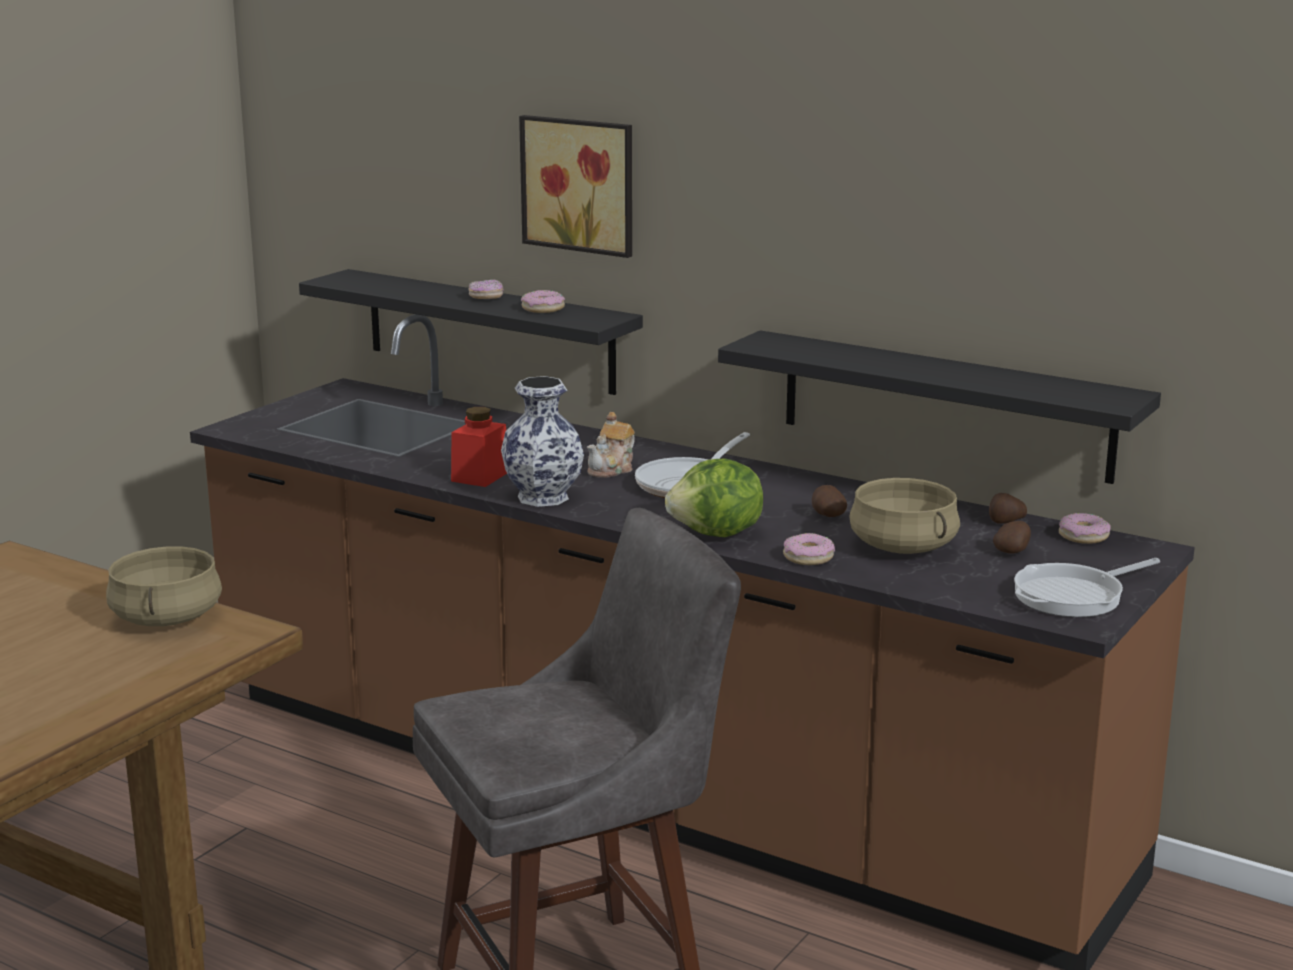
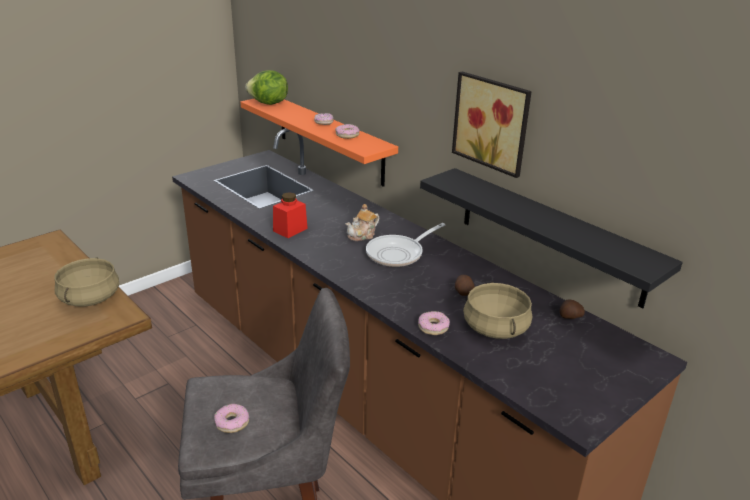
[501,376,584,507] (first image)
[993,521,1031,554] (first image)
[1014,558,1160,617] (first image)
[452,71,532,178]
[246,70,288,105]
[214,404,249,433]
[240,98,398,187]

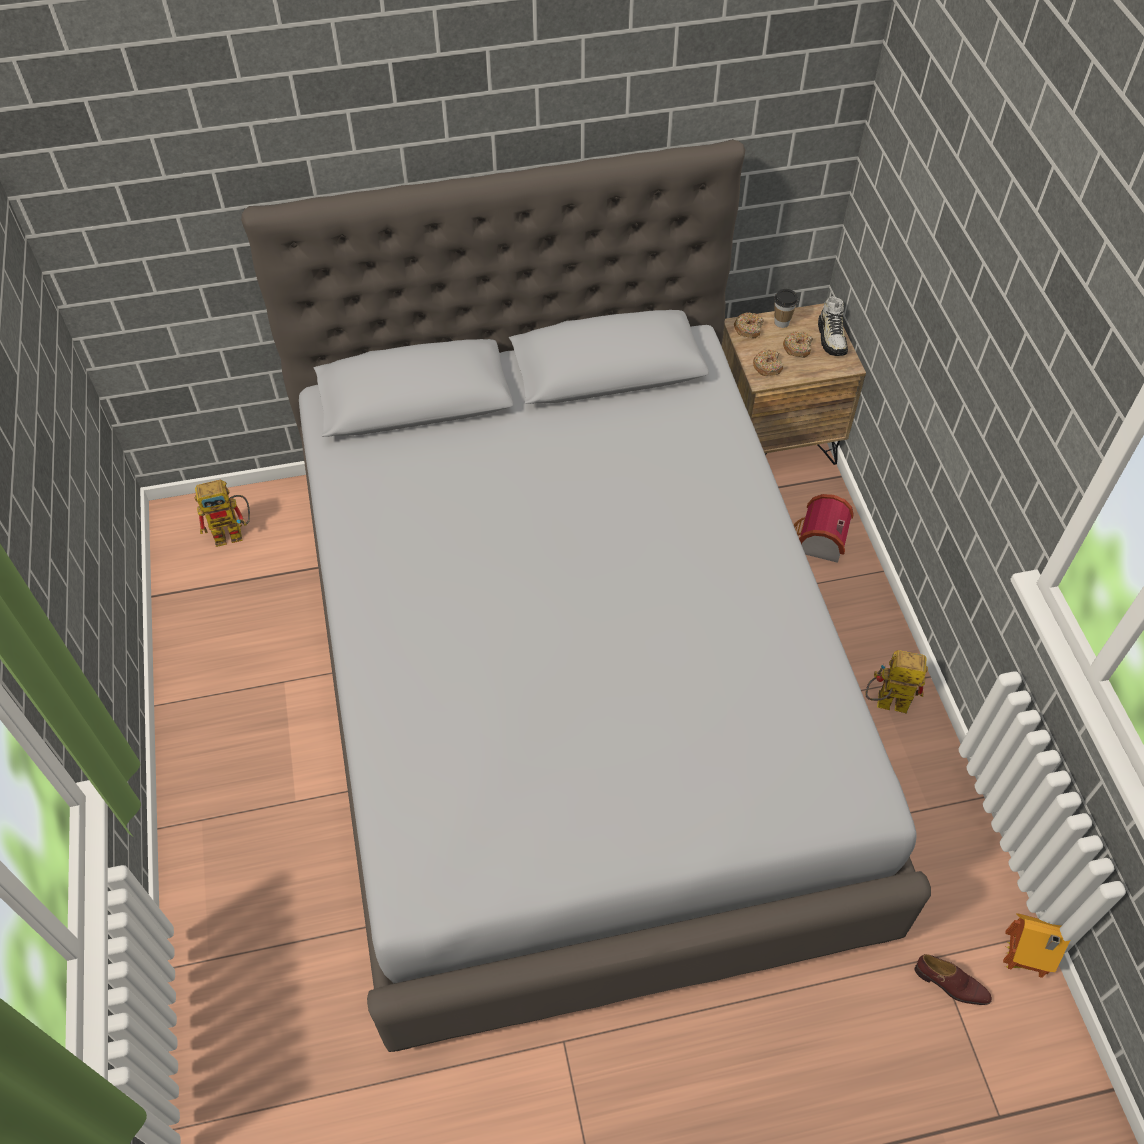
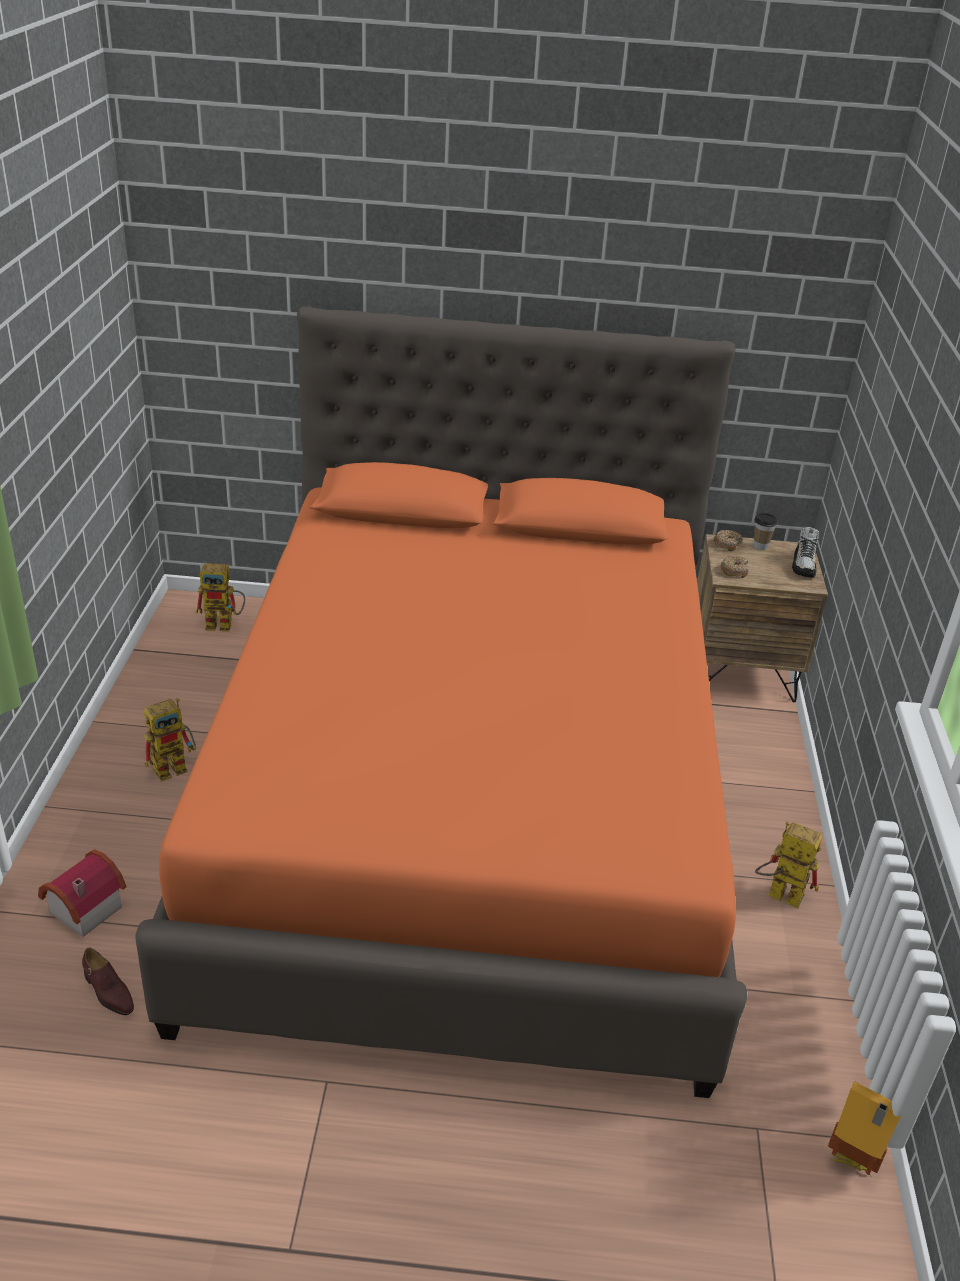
[783,332,813,358] (first image)
[144,698,196,781]
[38,849,126,937]
[82,947,134,1015]
[136,306,747,1098]

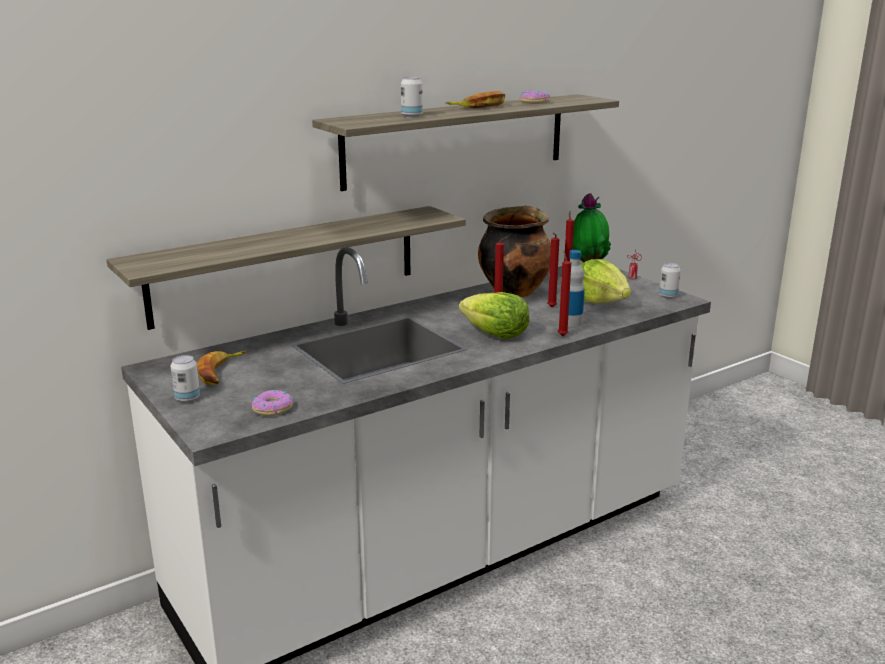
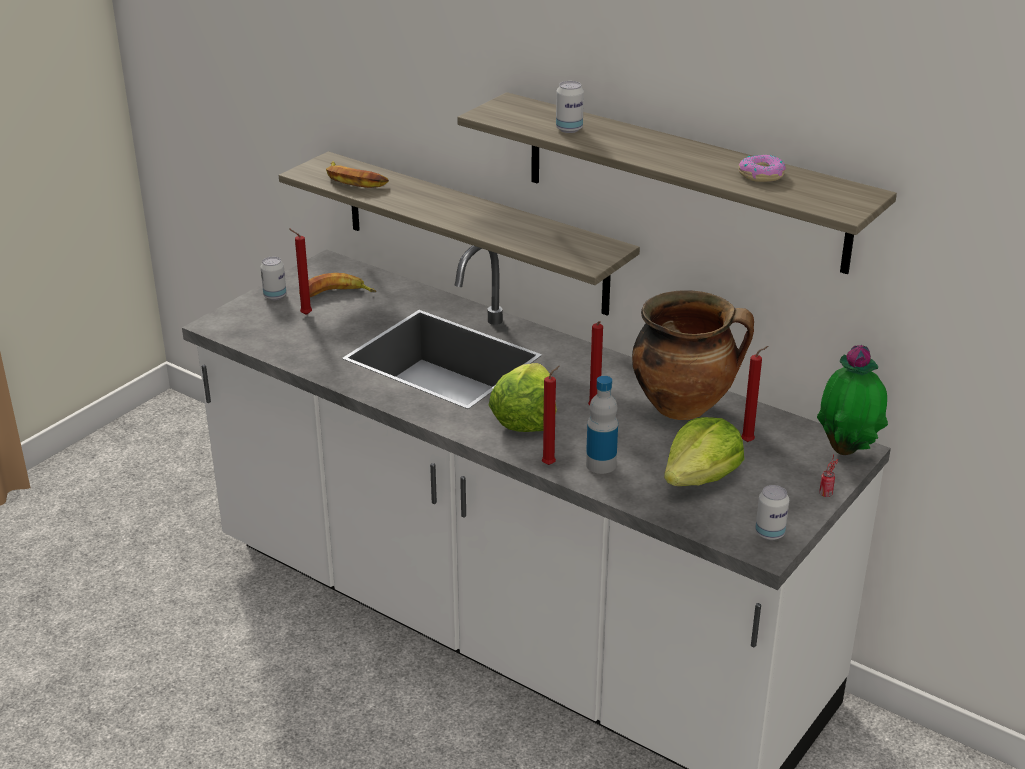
[252,390,294,416] (first image)
[326,161,389,188]
[289,228,312,315]

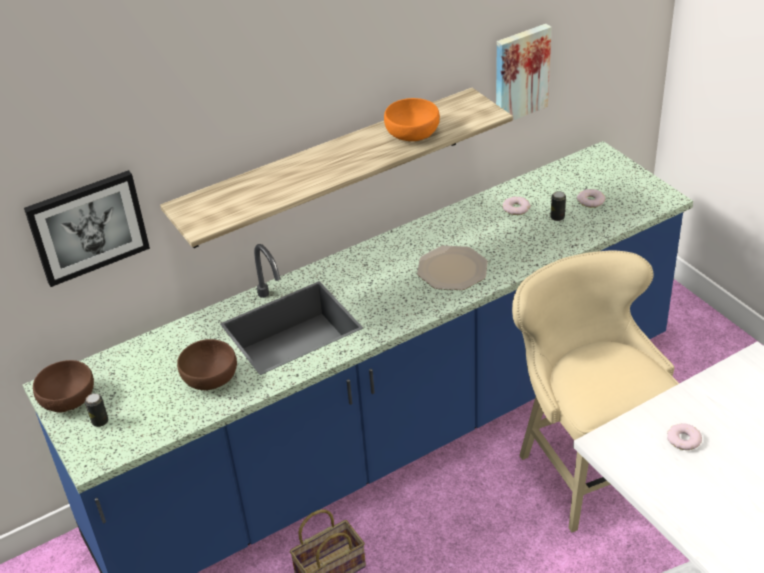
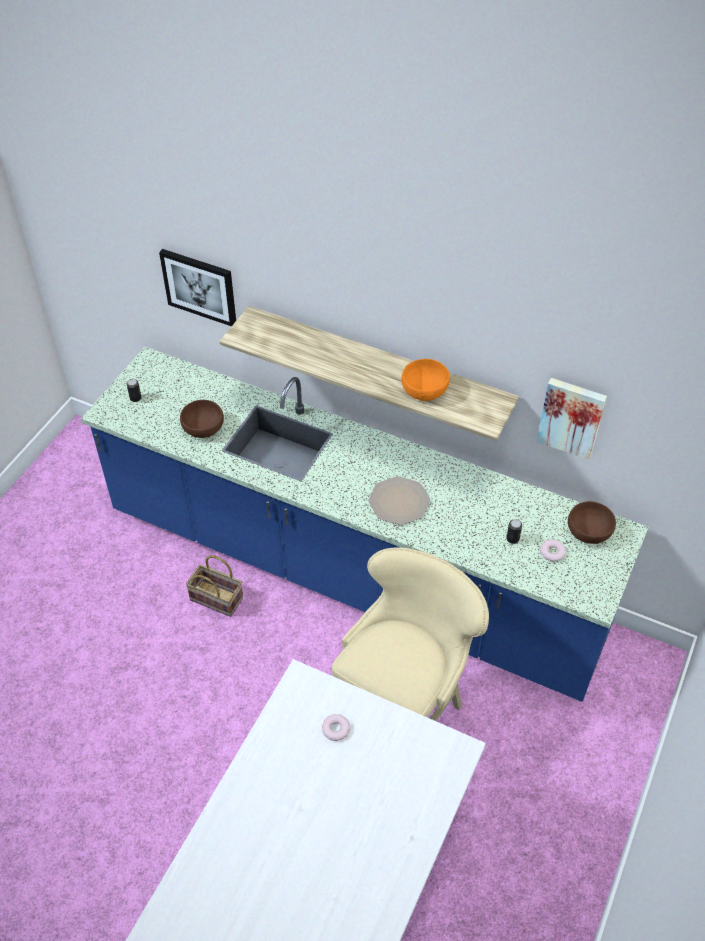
[503,197,531,215] (first image)
[568,501,616,544]

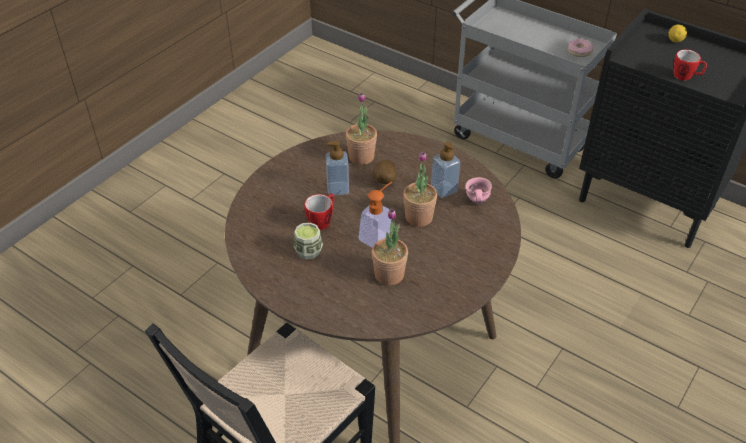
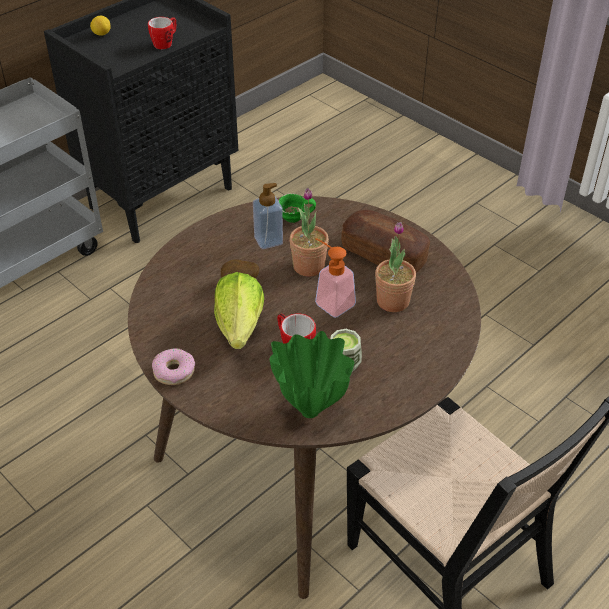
[346,92,377,165] (first image)
[269,331,355,418]
[341,210,430,273]
[152,348,195,385]
[214,272,264,349]
[279,193,316,223]

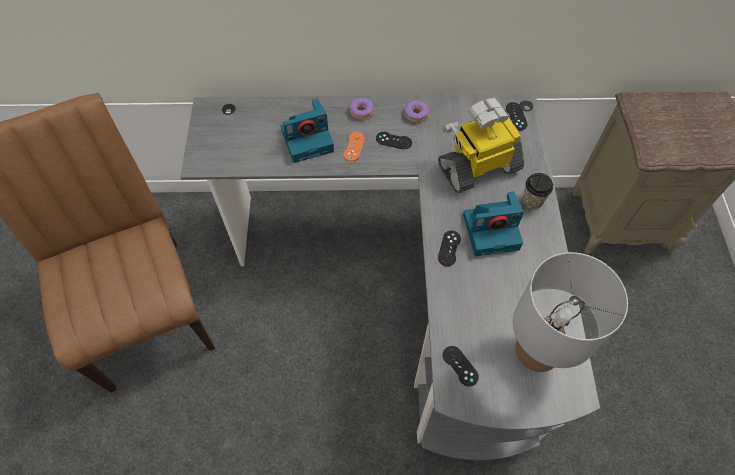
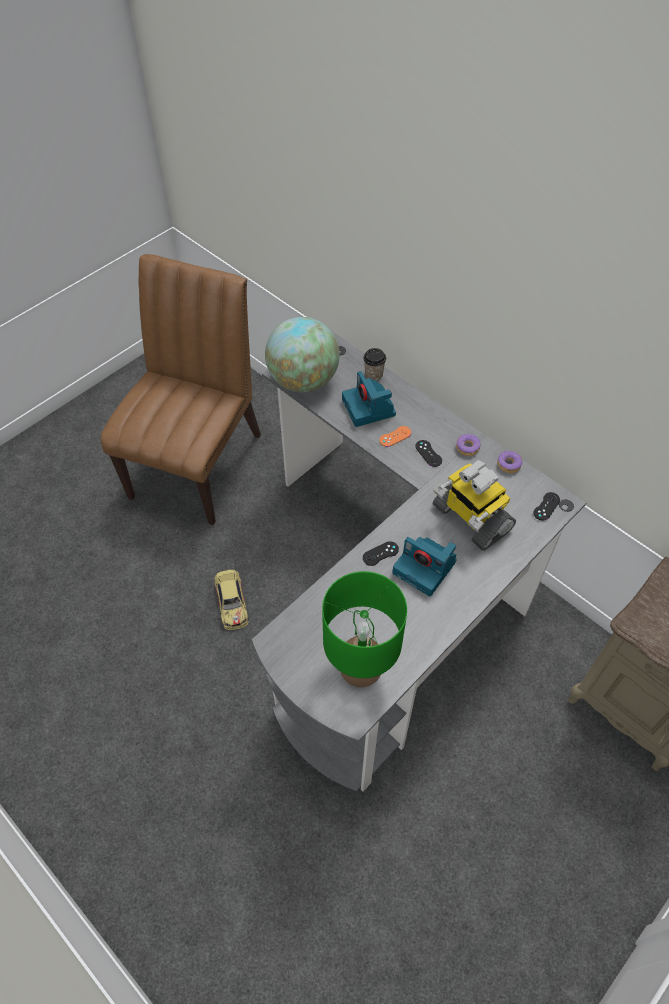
[443,346,479,386] (first image)
[215,570,249,630]
[265,317,340,393]
[497,451,522,473]
[363,348,386,381]
[322,571,407,687]
[342,371,396,427]
[433,460,516,551]

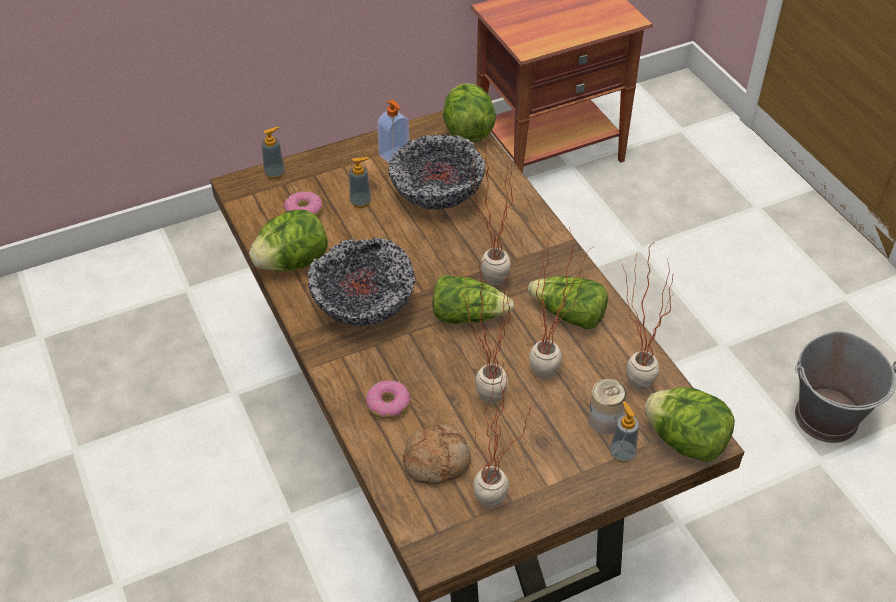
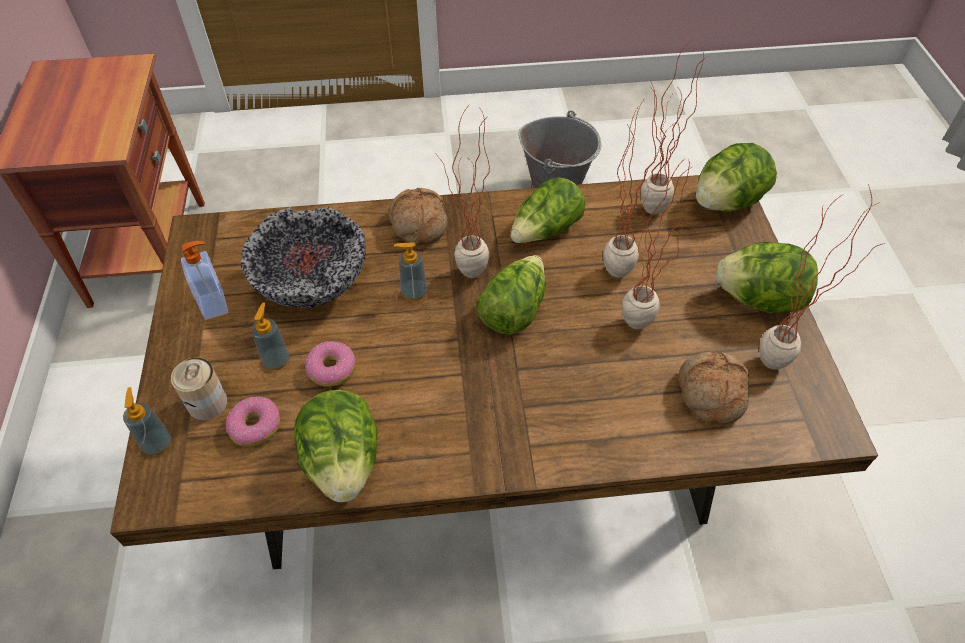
[308,237,415,326] (first image)
[388,188,447,245]
[305,341,356,387]
[716,242,818,313]
[171,357,227,420]
[394,242,428,301]

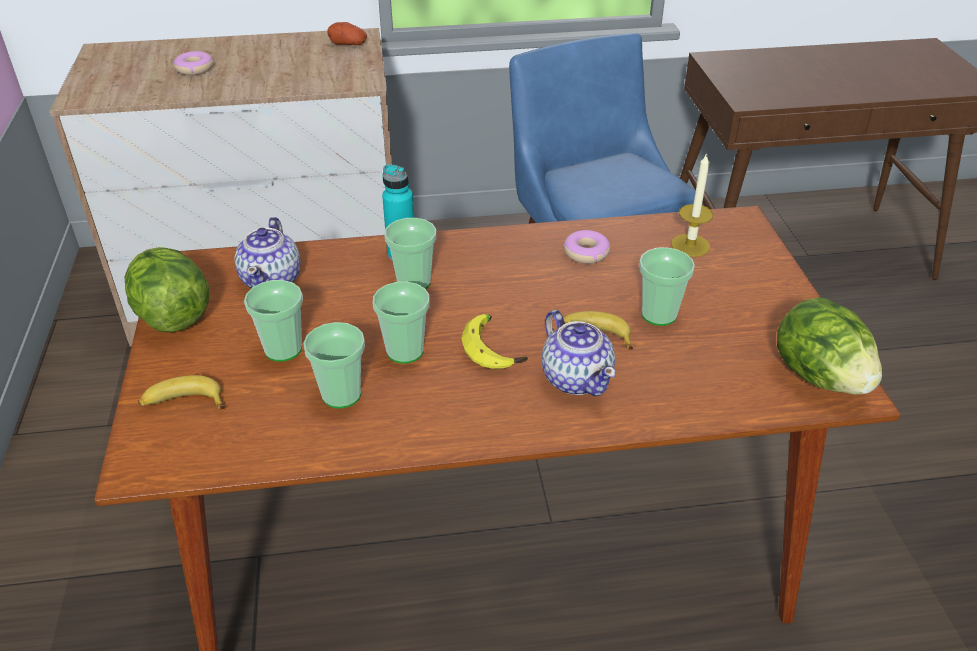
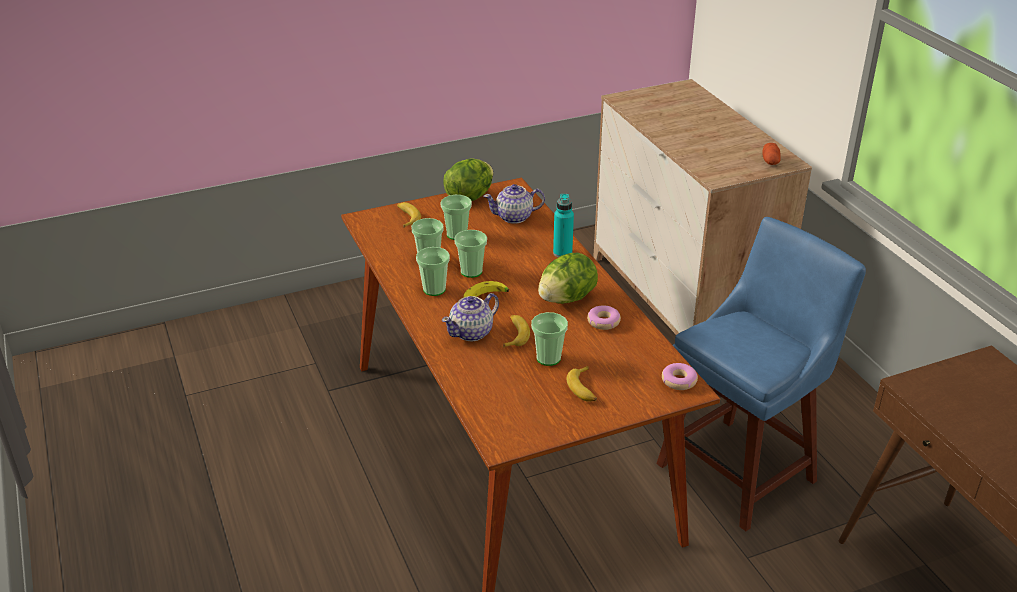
[671,152,713,257] (first image)
[567,366,597,402]
[662,363,698,390]
[416,247,450,296]
[538,253,598,304]

